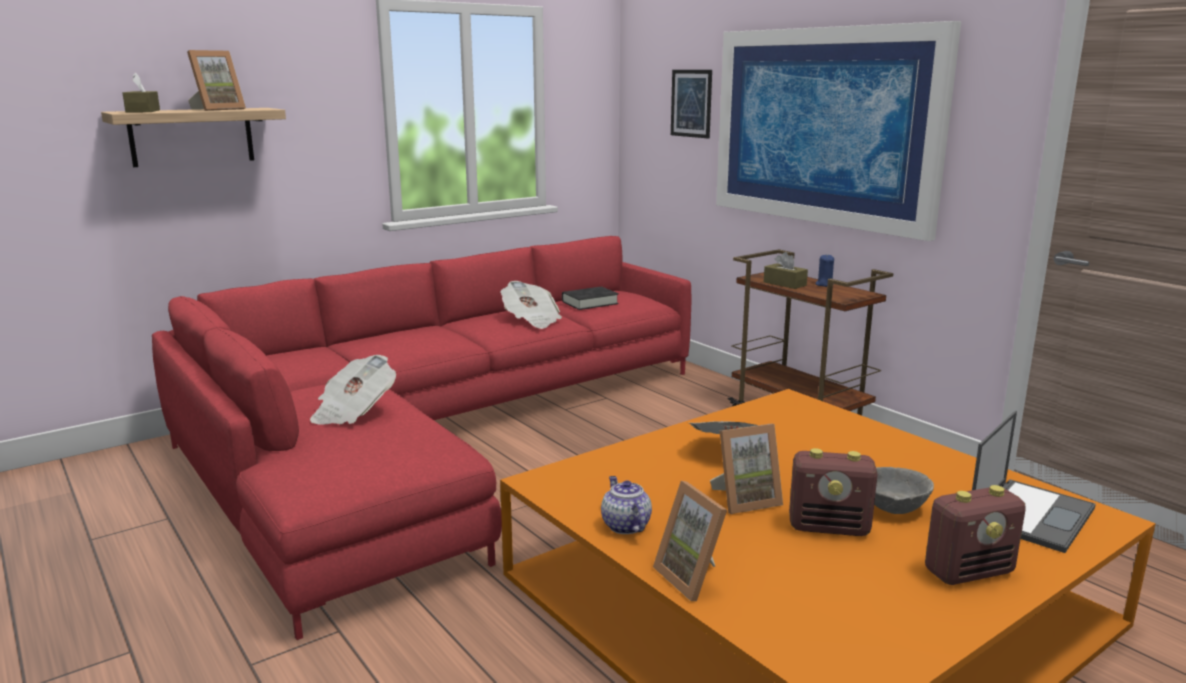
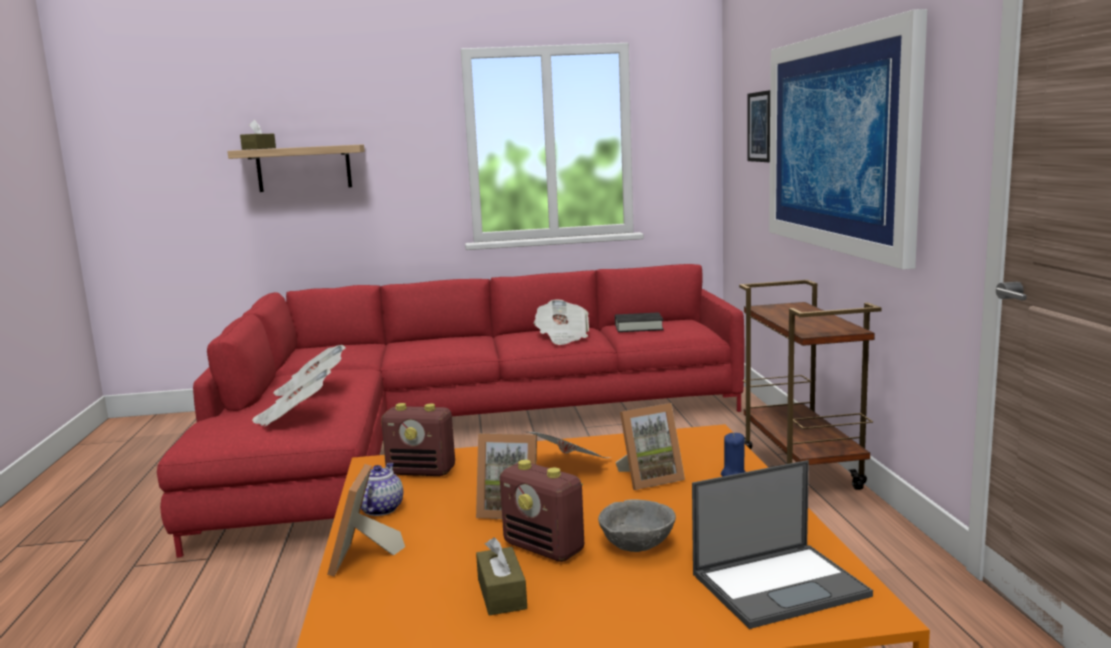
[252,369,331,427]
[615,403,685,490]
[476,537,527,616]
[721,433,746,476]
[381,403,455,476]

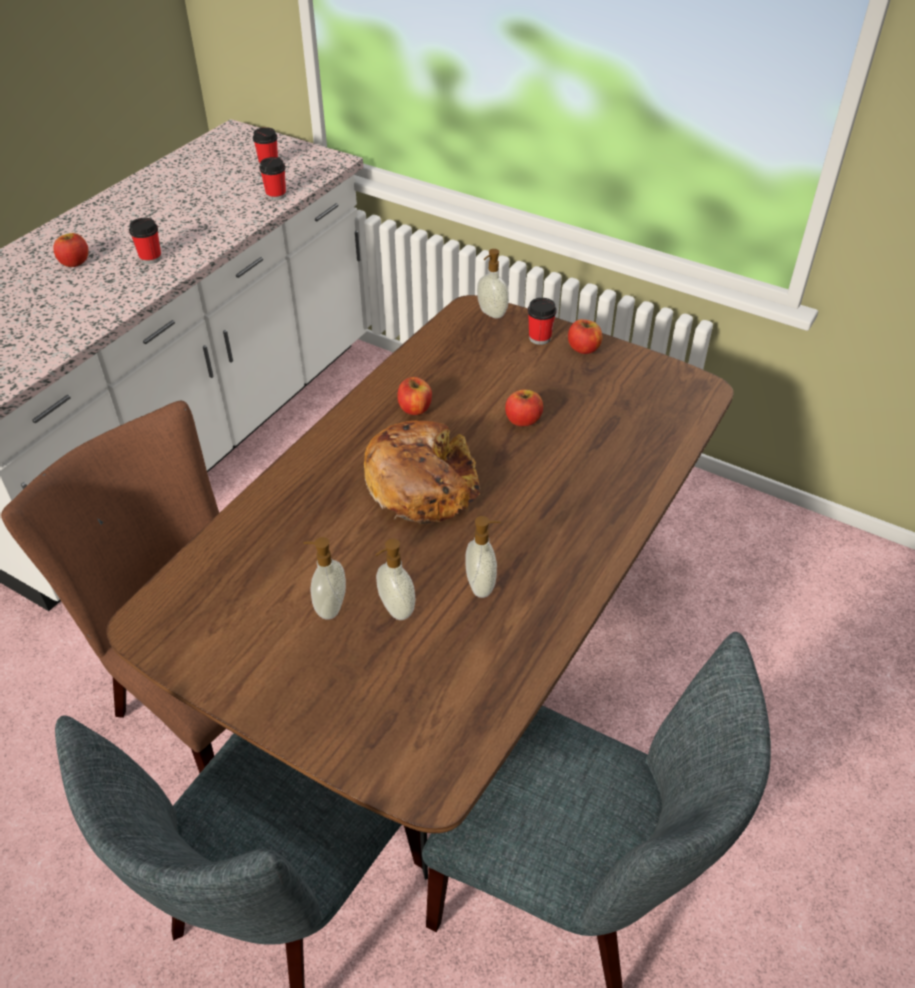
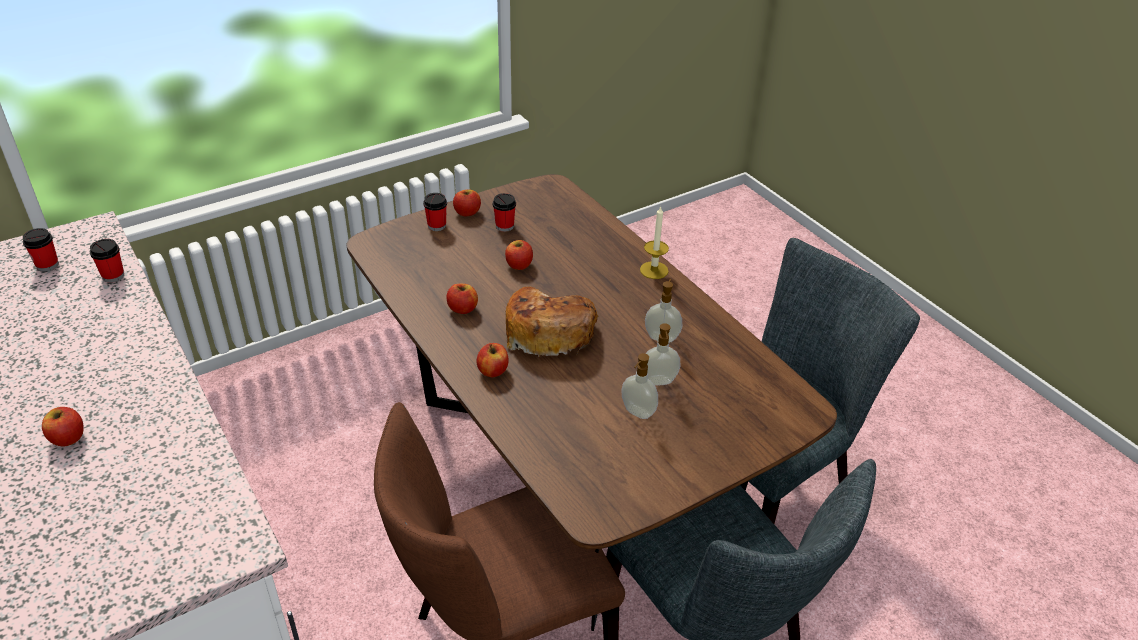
[477,249,509,319] (first image)
[476,343,509,377]
[640,206,669,279]
[493,193,516,232]

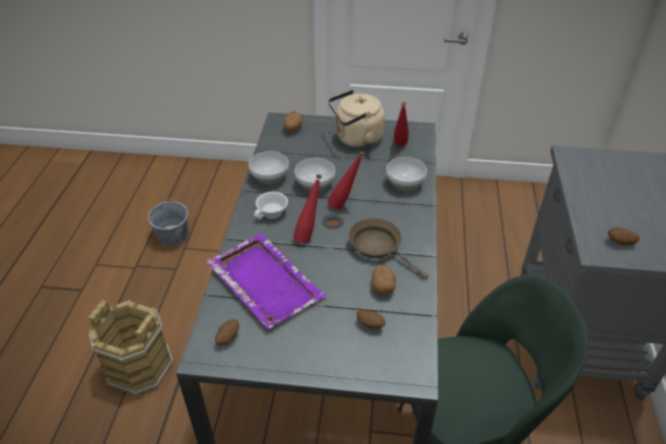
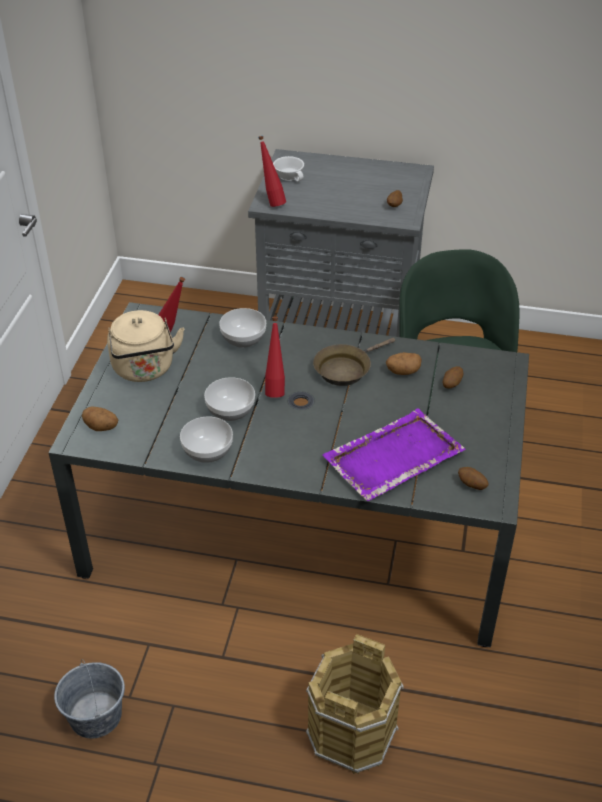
[273,156,304,182]
[258,136,286,207]

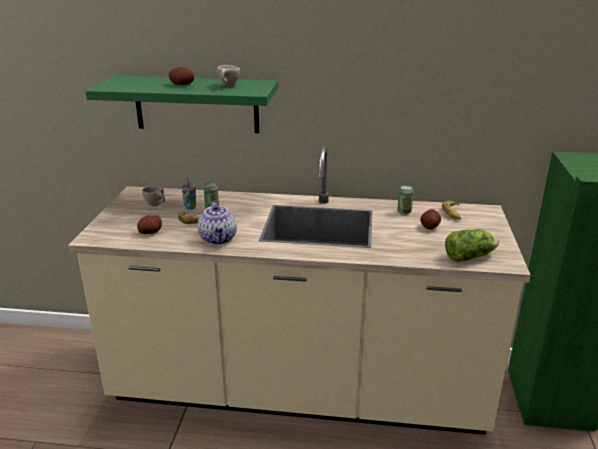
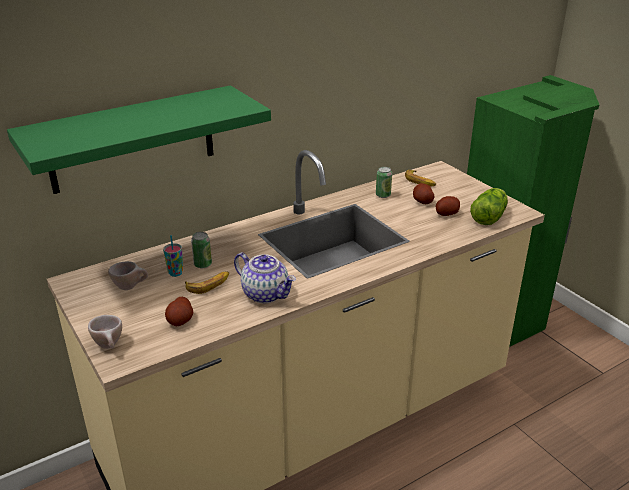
[436,196,460,216]
[88,315,122,349]

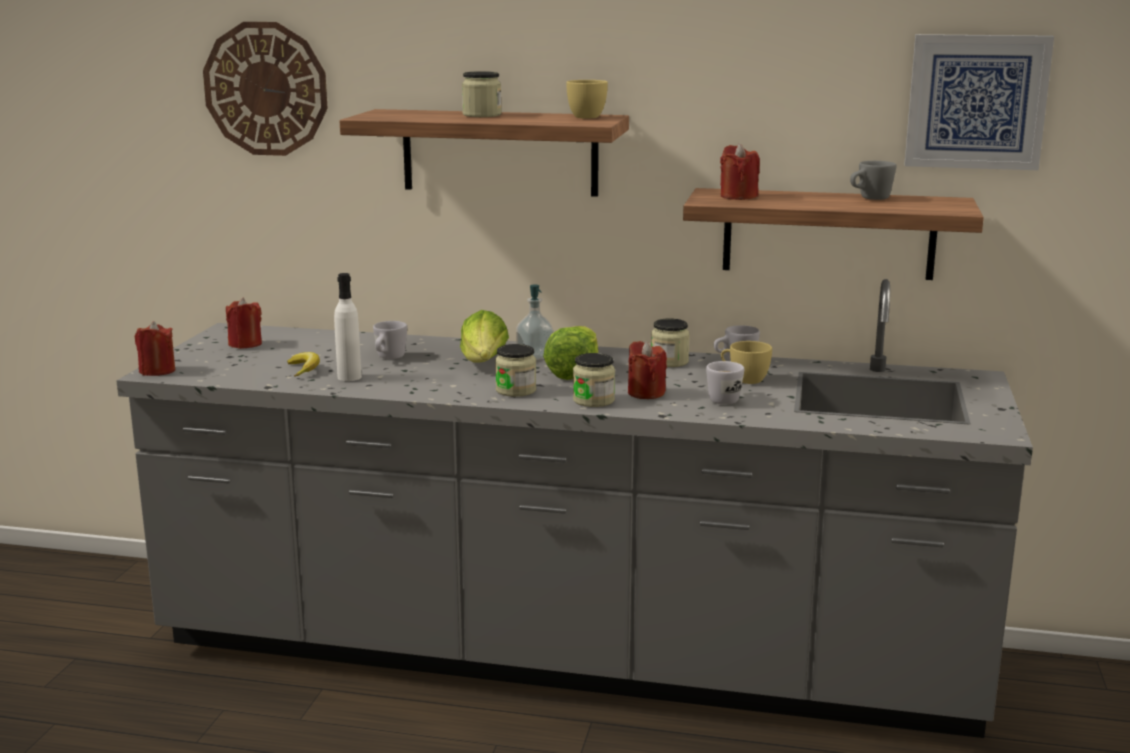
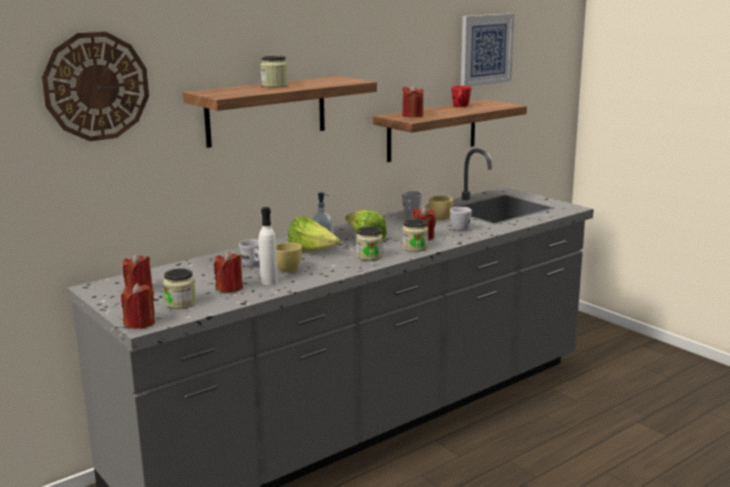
[276,242,302,273]
[163,268,196,309]
[214,251,243,292]
[451,86,471,107]

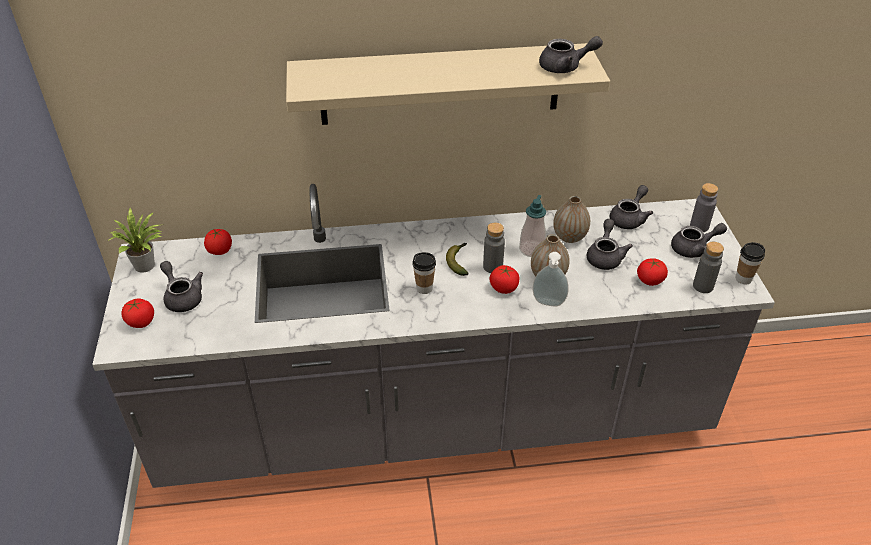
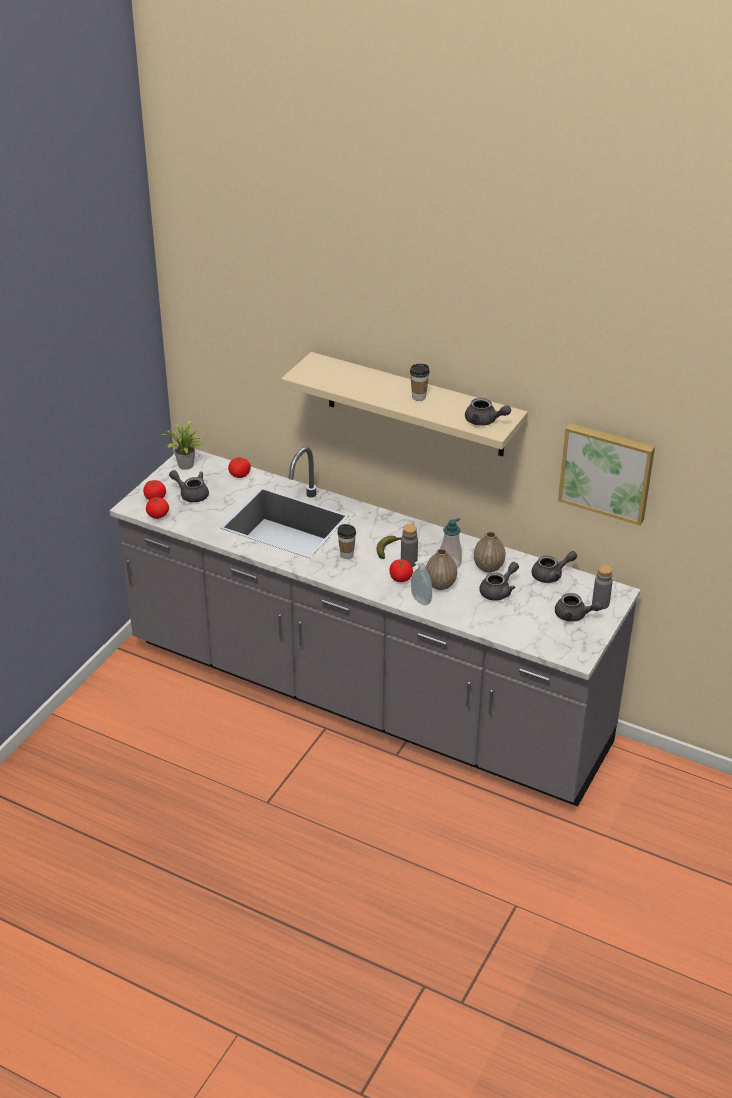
[693,242,724,293] (first image)
[558,423,655,525]
[146,497,169,519]
[410,364,430,401]
[169,470,209,502]

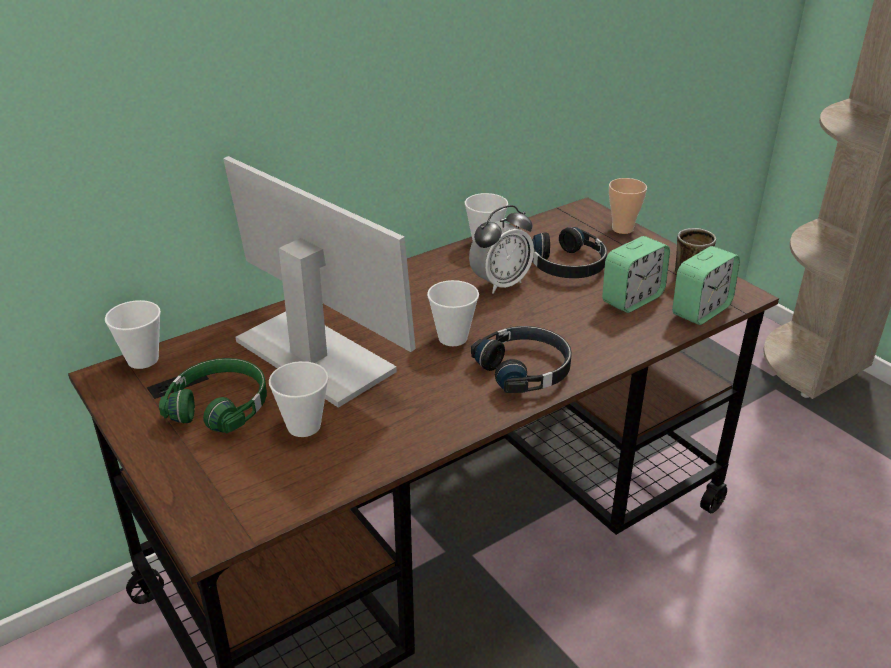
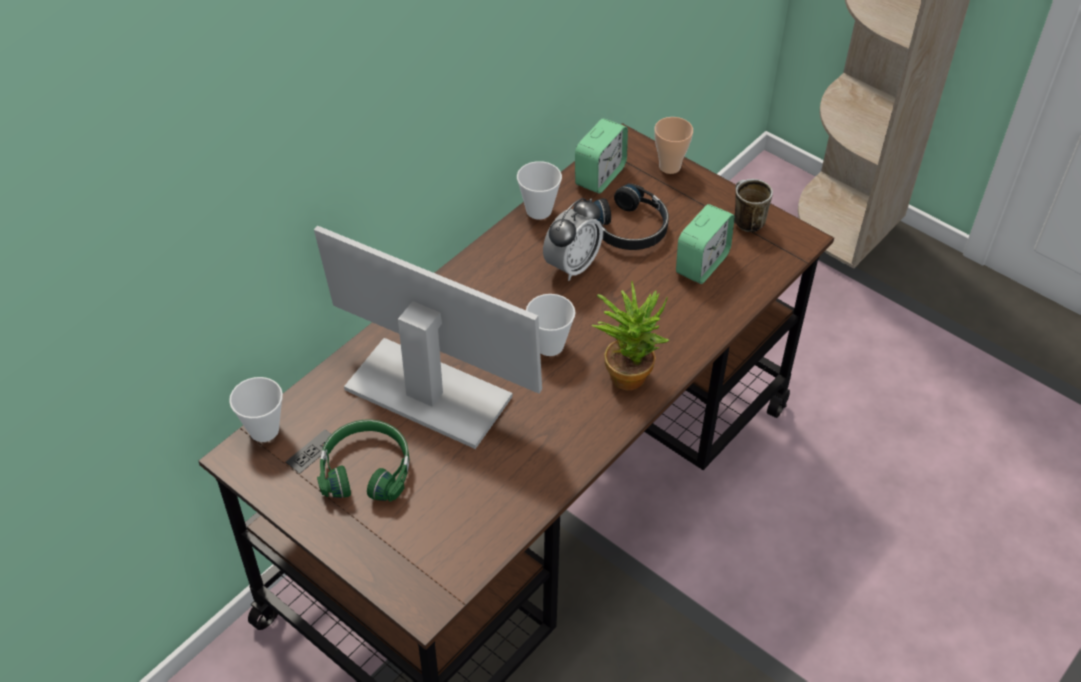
[269,361,329,437] (first image)
[575,118,628,194]
[591,281,669,390]

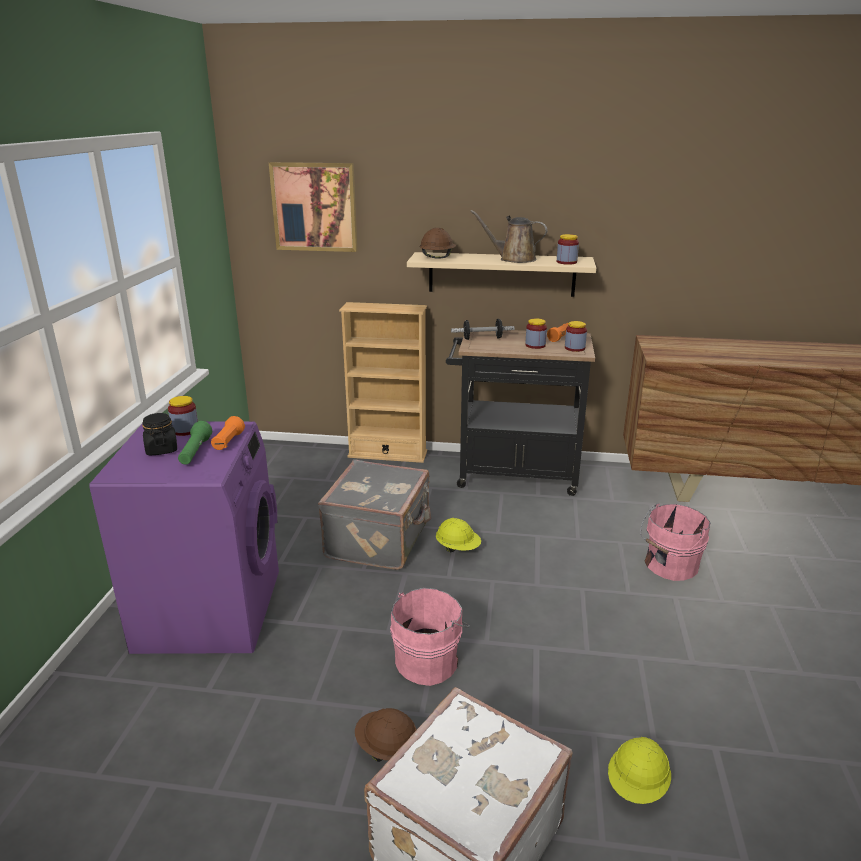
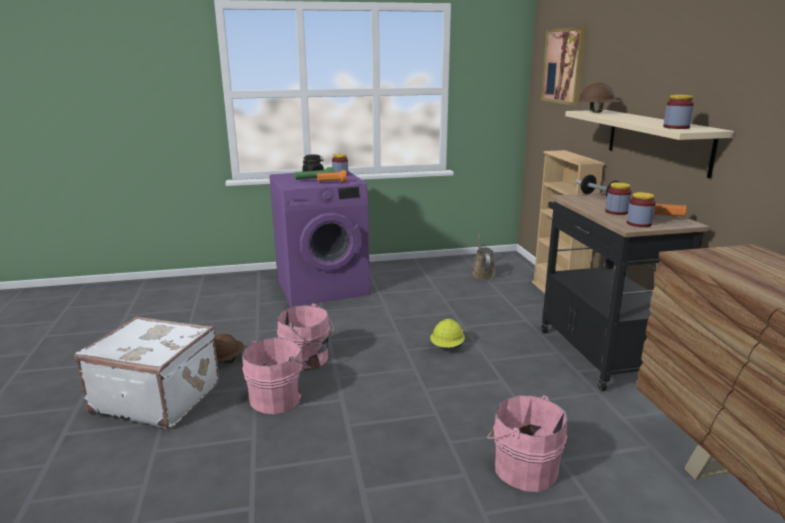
[318,460,431,570] (first image)
[608,737,671,804] (first image)
[242,338,309,414]
[471,234,496,281]

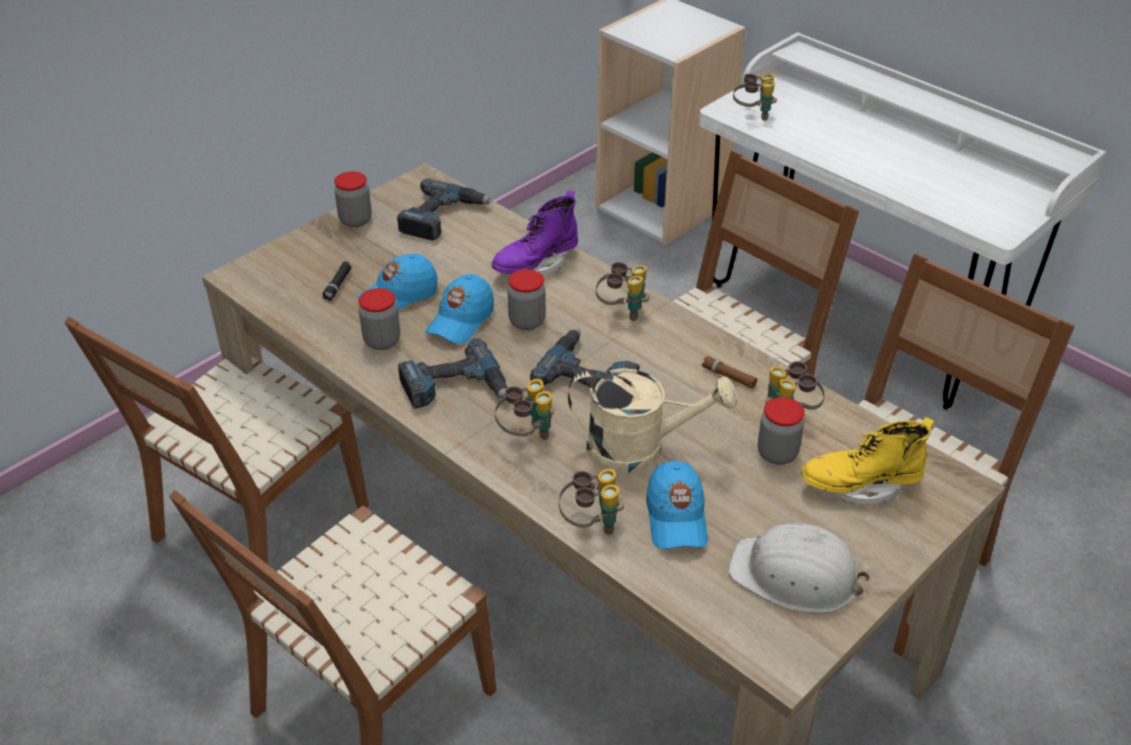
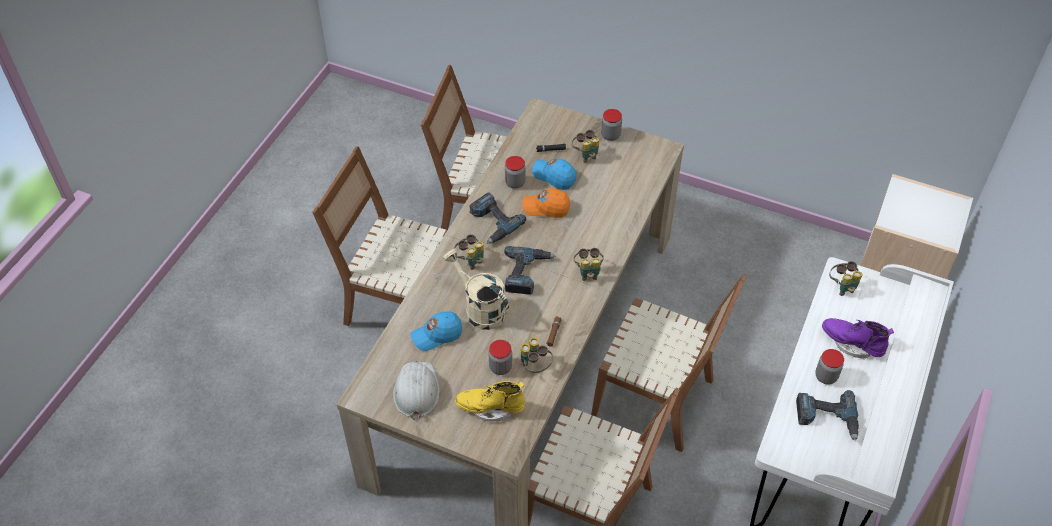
[796,390,859,441]
[822,318,894,360]
[815,349,844,385]
[572,130,599,163]
[522,188,570,218]
[443,249,509,330]
[455,381,525,422]

